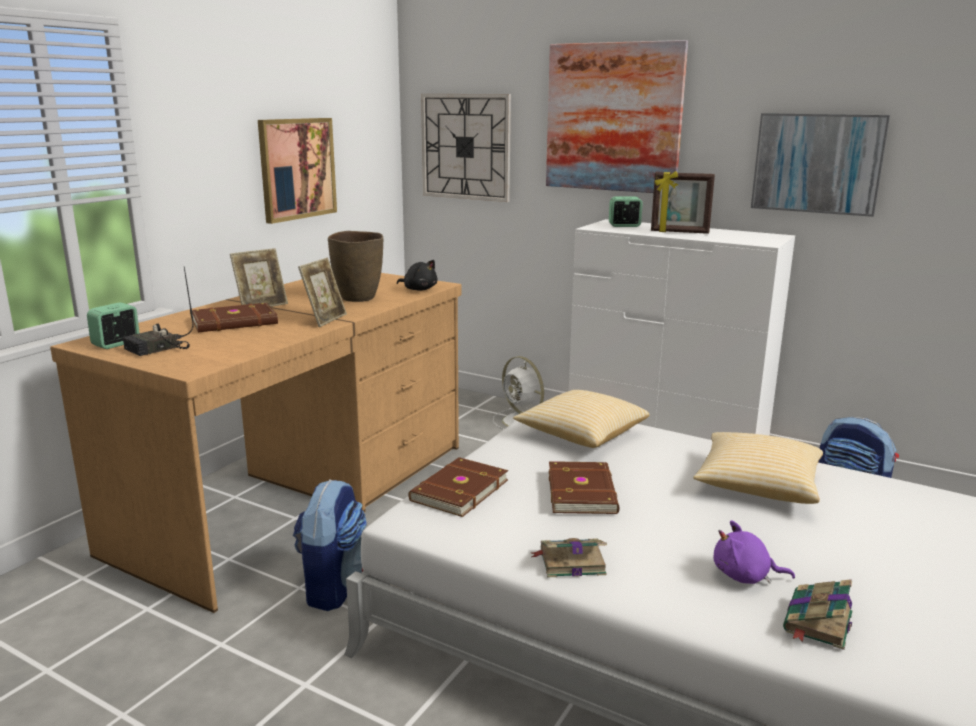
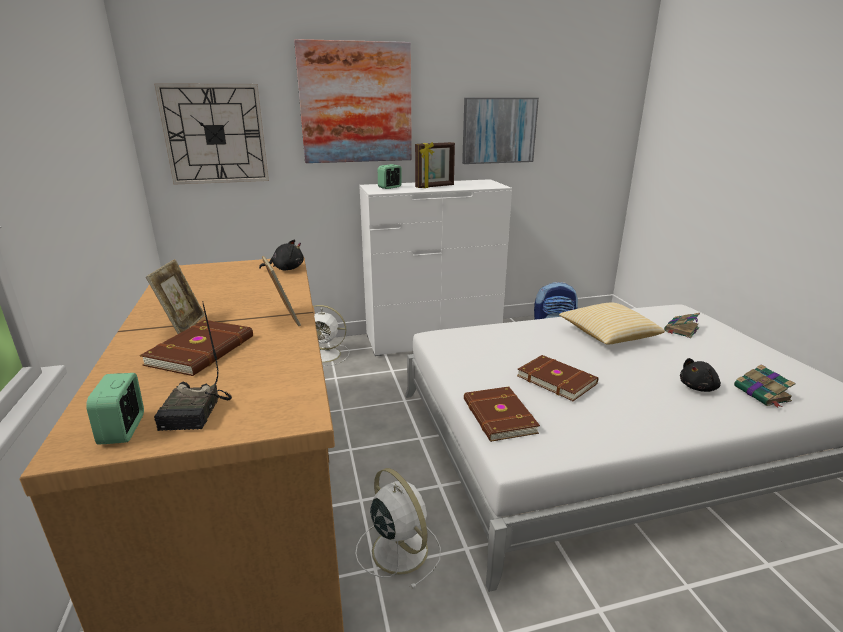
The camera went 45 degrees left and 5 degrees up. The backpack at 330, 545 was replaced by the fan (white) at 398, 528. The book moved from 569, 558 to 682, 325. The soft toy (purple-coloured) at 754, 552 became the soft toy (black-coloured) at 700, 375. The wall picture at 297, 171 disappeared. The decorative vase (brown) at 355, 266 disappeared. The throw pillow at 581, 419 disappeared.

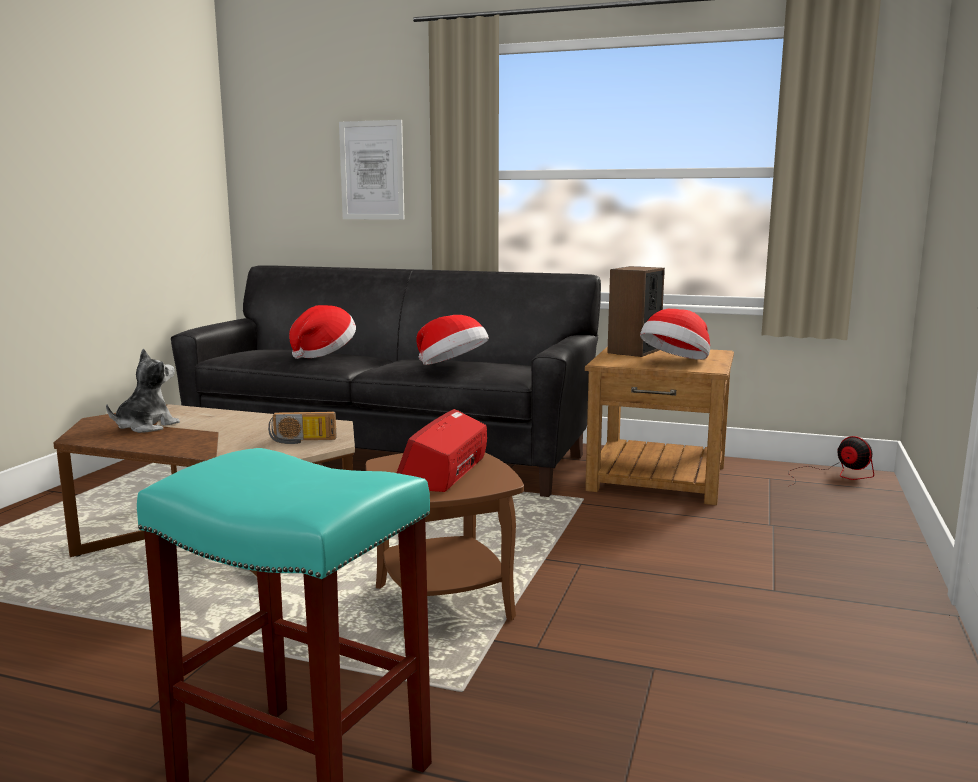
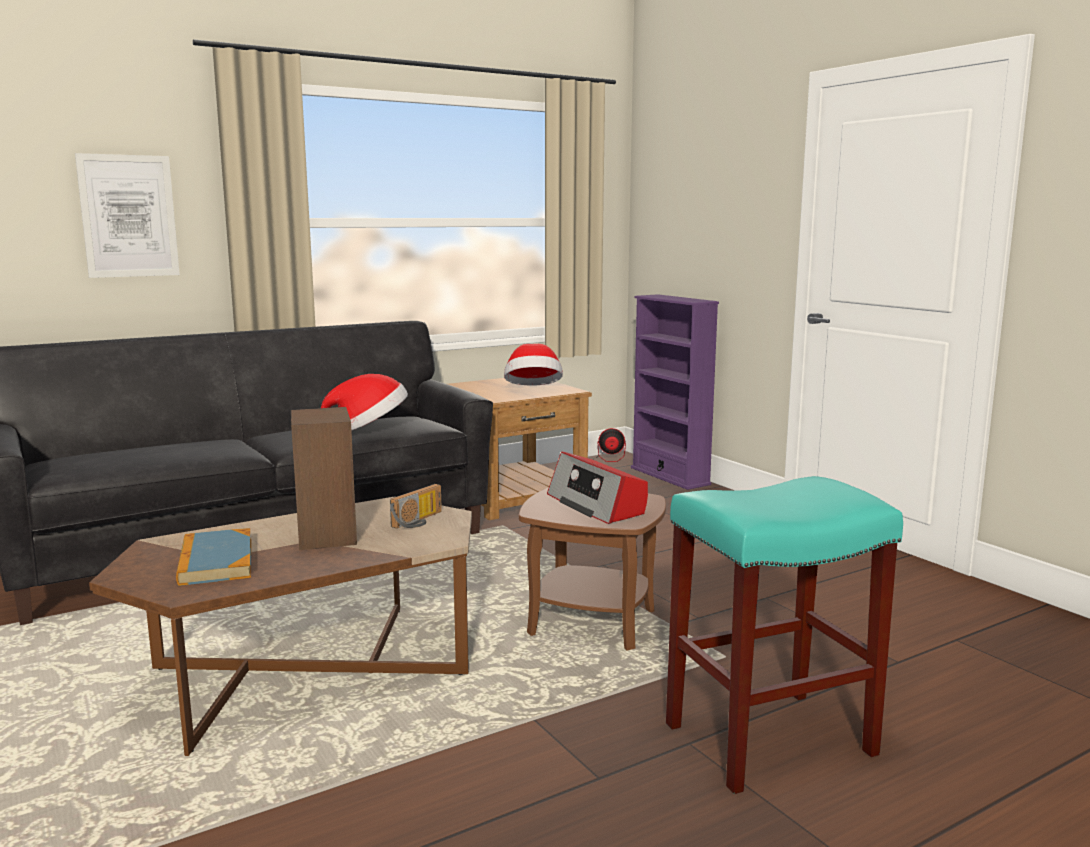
The camera went 50 degrees left and 0 degrees up. The soft toy at 143, 391 was replaced by the book at 213, 557. The speaker moved from 636, 311 to 324, 478. The bookcase (purple-coloured) at 675, 392 appeared. The hat at 322, 332 disappeared.

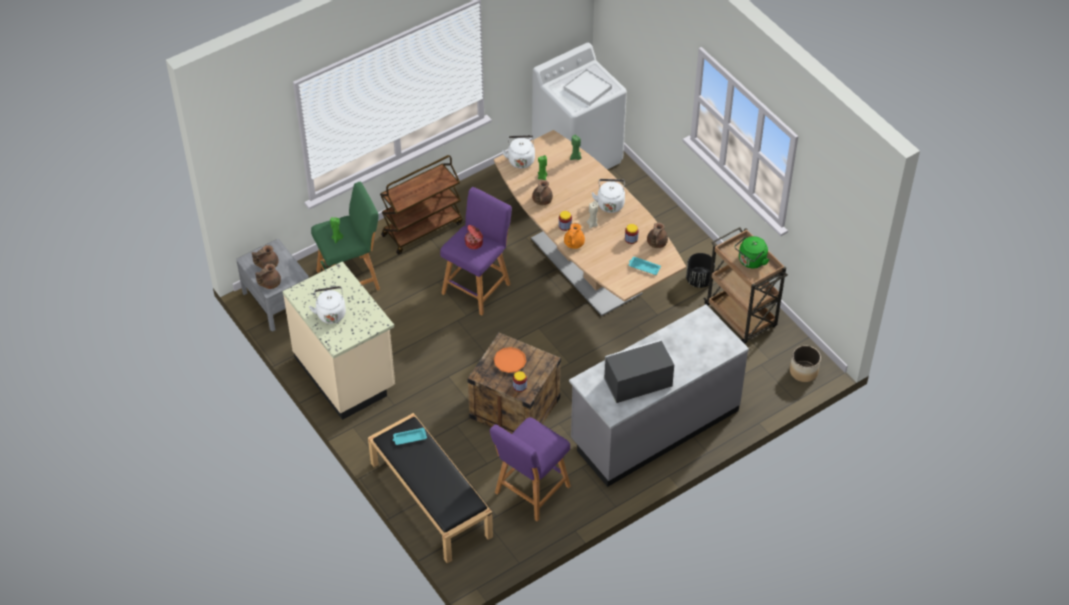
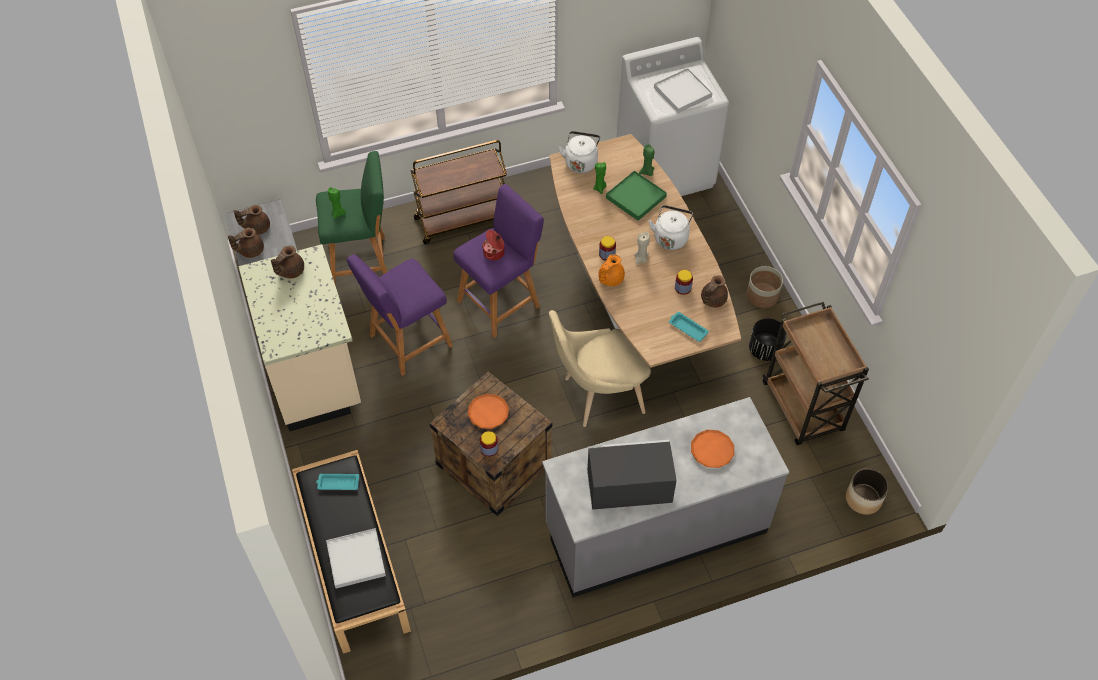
The camera went 15 degrees right and 5 degrees up. The teapot (brown) moved from 542, 192 to 287, 262. The serving tray (white) at 356, 558 appeared. The sitting stool (purple-coloured) moved from 530, 469 to 400, 315. The upright chair (sand-coloured) at 600, 368 appeared. The serving tray (green-coloured) at 636, 196 appeared. The dinner plate (orange-coloured) at 712, 449 appeared. The plant pot at 765, 287 appeared. The tea kettle (white) at 327, 305 disappeared. The tea kettle (green-coloured) at 752, 252 disappeared.

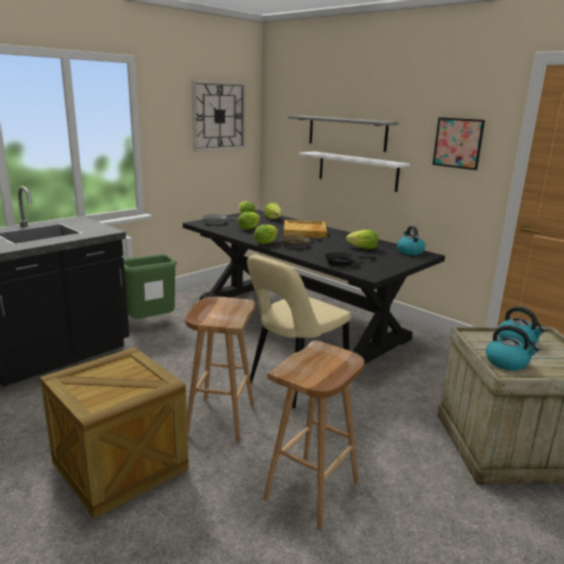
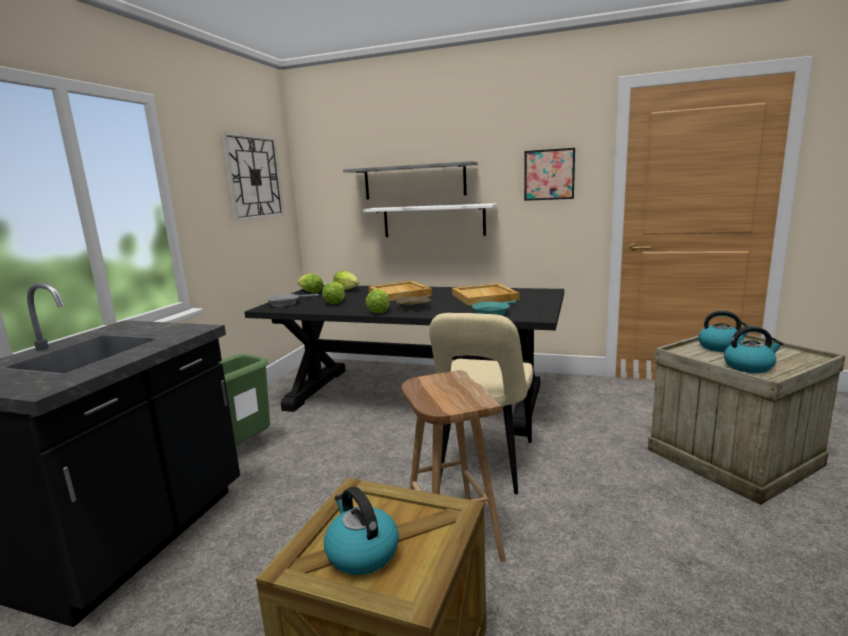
The camera went 25 degrees left and 5 degrees down. The tea kettle moved from 411, 240 to 361, 531. The lettuce at 362, 239 was replaced by the serving tray (sand-coloured) at 485, 294. The frying pan (black-coloured) at 350, 259 became the frying pan (turquoise-coloured) at 494, 308. The sitting stool (brown) at 314, 435 disappeared.

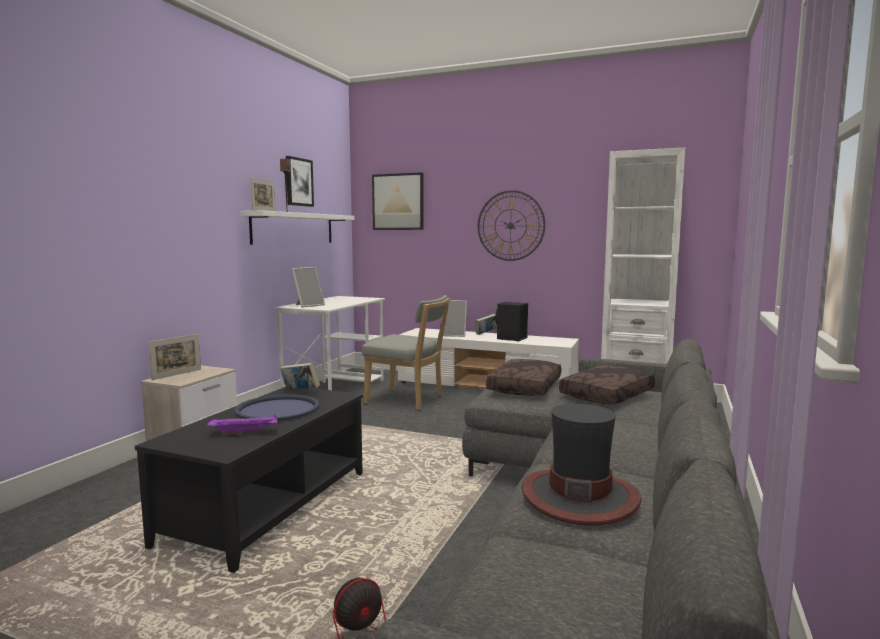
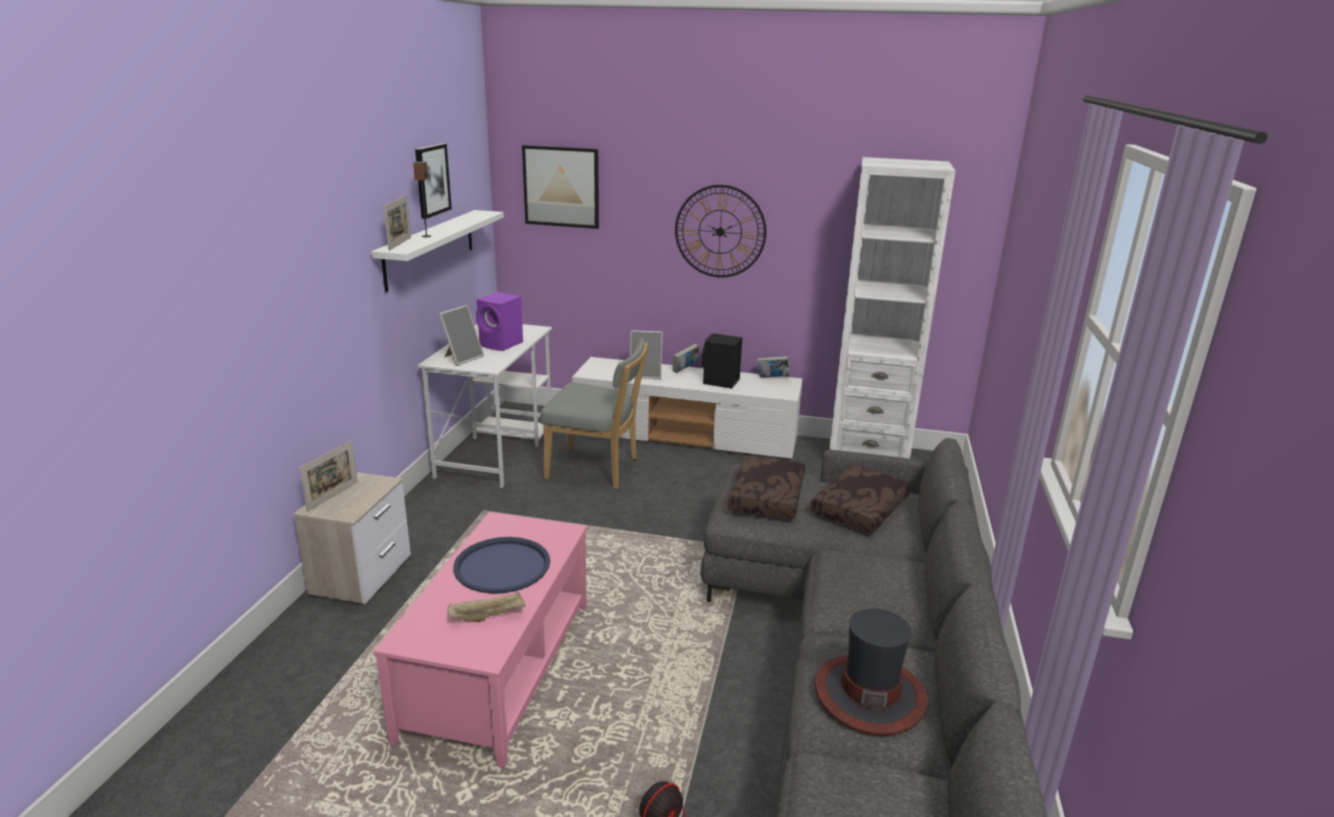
The camera went 10 degrees left and 15 degrees up. The coffee table (black-coloured) at 249, 480 became the coffee table (pinkish) at 480, 640. The serving tray (purple-coloured) at 242, 424 became the serving tray (sand-coloured) at 487, 606. The speaker (purple-coloured) at 499, 321 appeared. The book moved from 300, 376 to 774, 366.

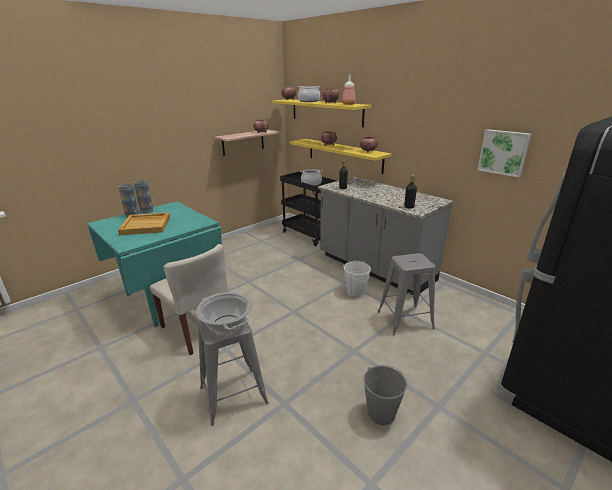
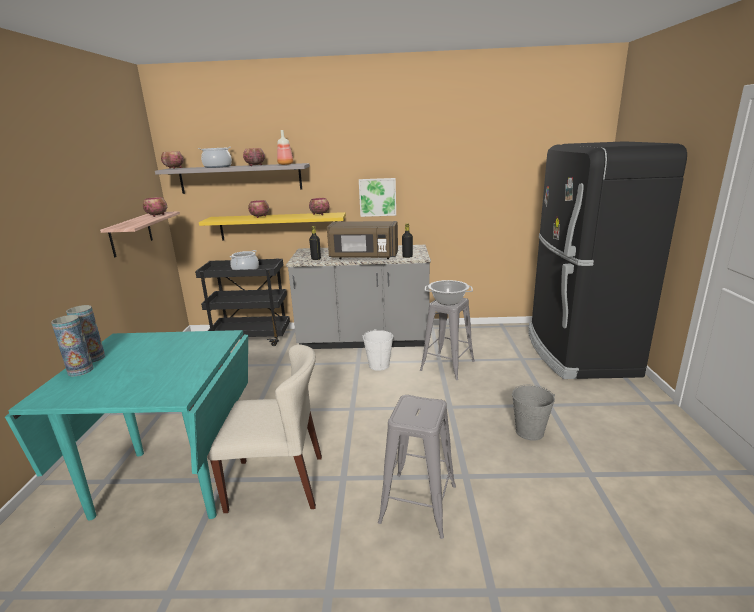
The camera went 45 degrees left and 5 degrees down. The shelf (yellow) at 321, 113 became the shelf (gray) at 232, 178. The microwave oven (brown) at 362, 240 appeared. The wall picture moved from 504, 153 to 377, 197. The stockpot moved from 224, 313 to 449, 292. The serving tray (sand-coloured) at 144, 223 disappeared.

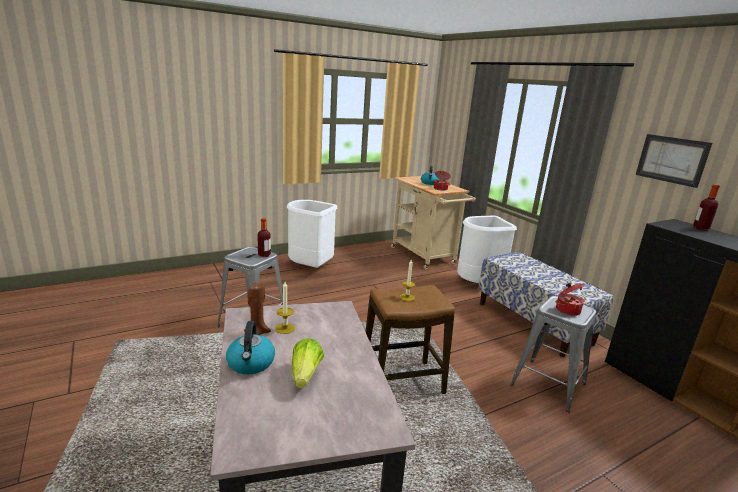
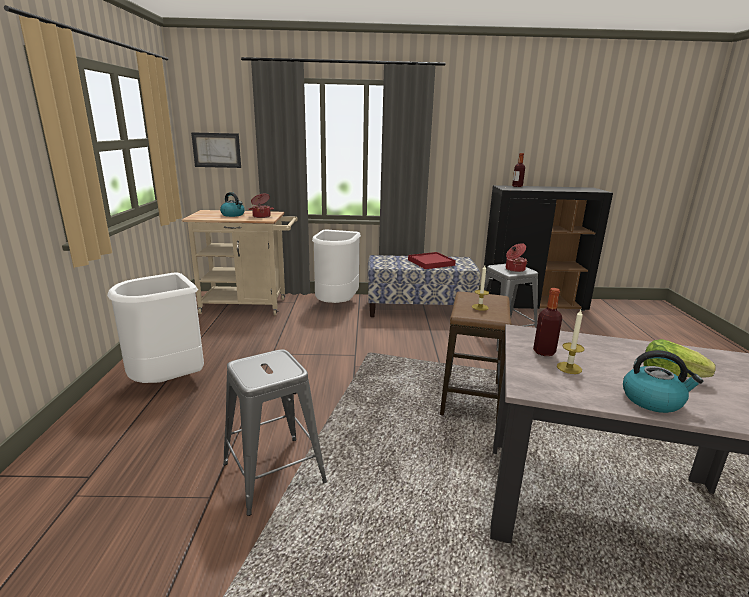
The camera went 60 degrees left and 0 degrees up. The wall picture moved from 674, 161 to 216, 150. The serving tray (red-coloured) at 432, 260 appeared. The beverage bottle moved from 264, 237 to 547, 322. The wax candle (brown) at 257, 308 disappeared.

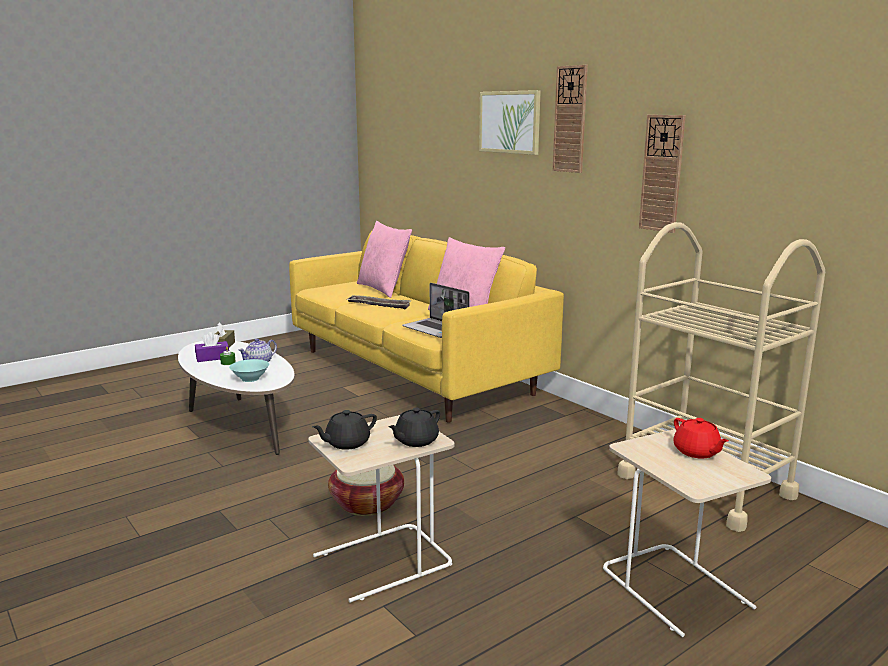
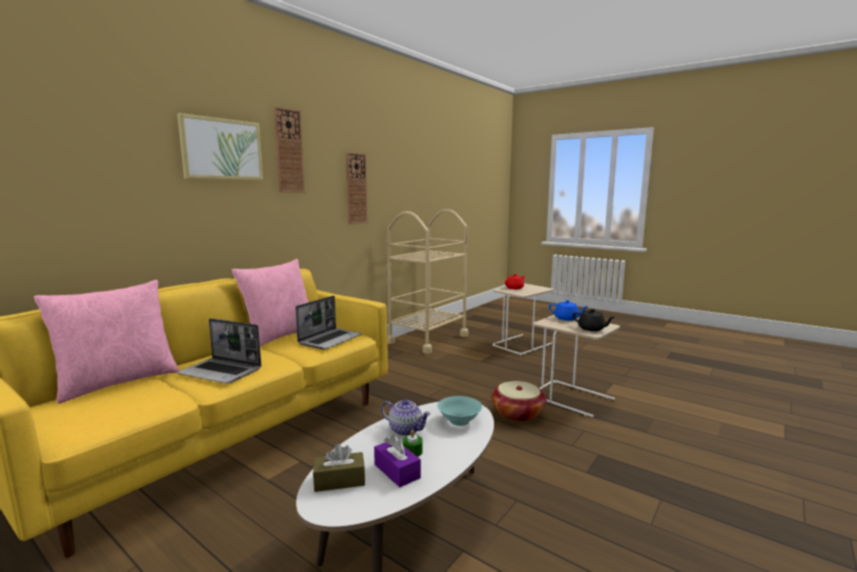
The camera went 105 degrees left and 5 degrees down. The serving tray at 379, 302 was replaced by the laptop at 219, 351. The teapot (black-coloured) at 414, 427 became the teapot (bluish) at 569, 310.

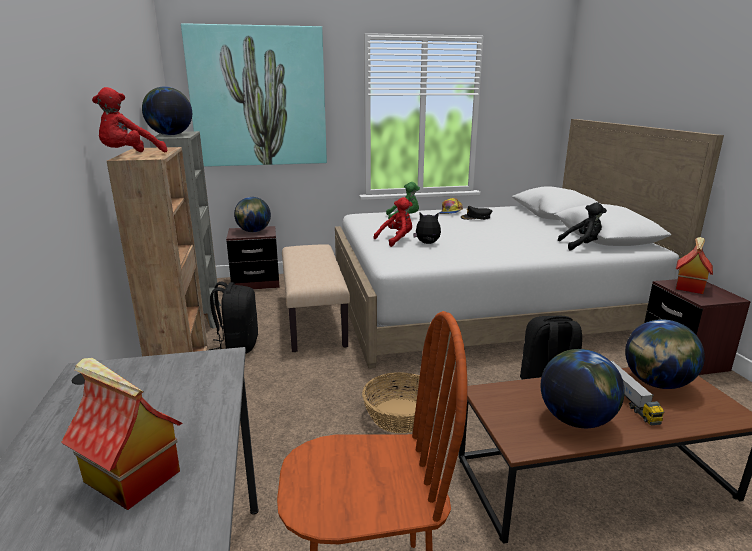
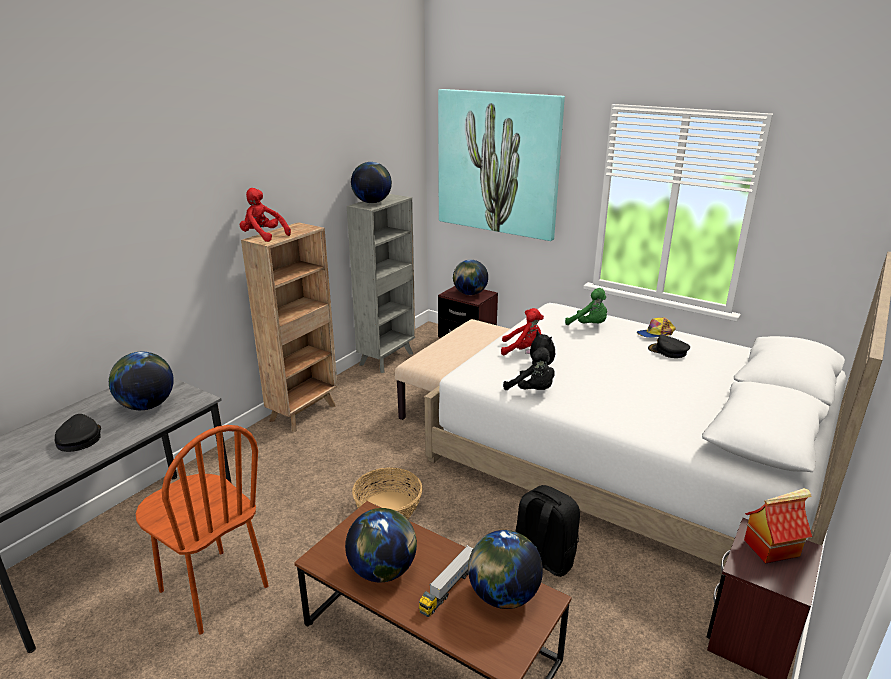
The camera went 45 degrees right and 5 degrees up. The toy house at 122, 434 was replaced by the baseball cap (black-coloured) at 78, 433. The globe at 141, 381 appeared. The soft toy (red-coloured) at 129, 119 turned 45 degrees clockwise. The soft toy (black-coloured) moved from 582, 226 to 529, 368. The backpack (black-coloured) at 233, 317 disappeared.

